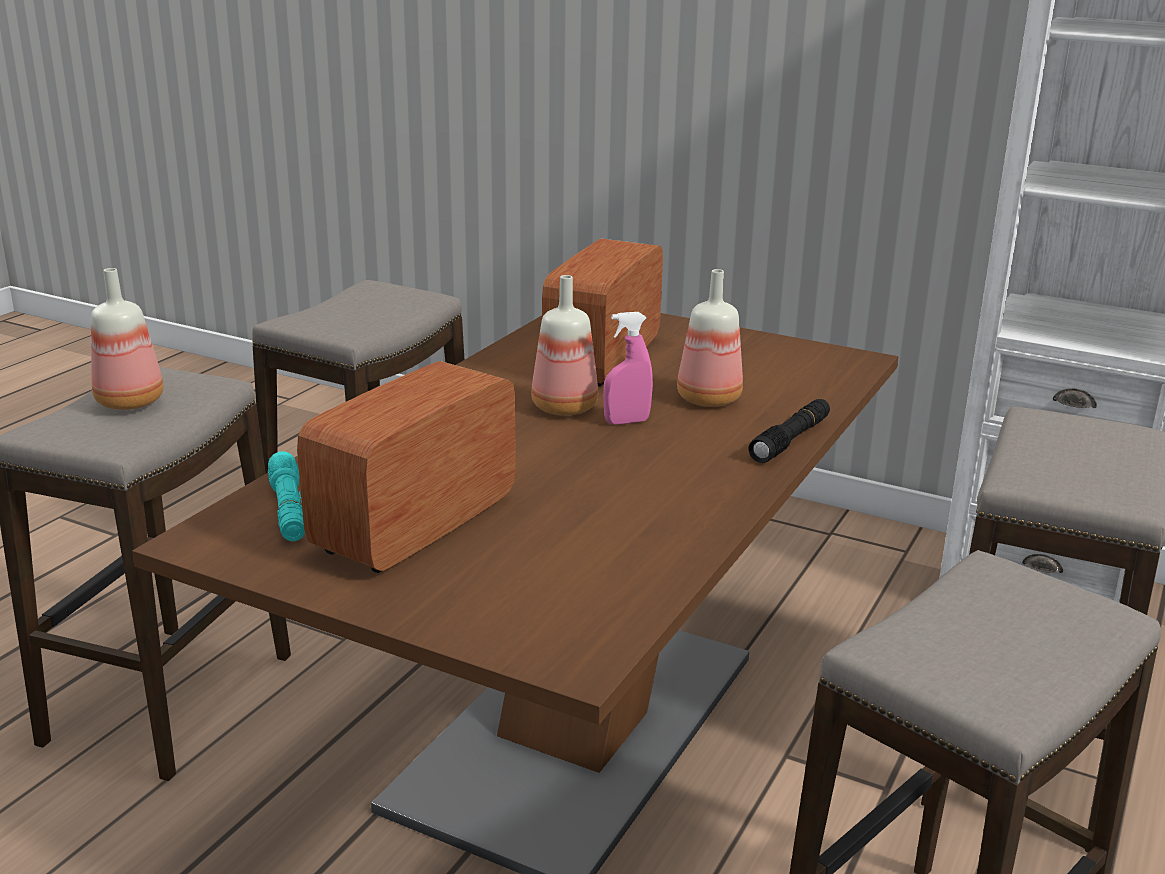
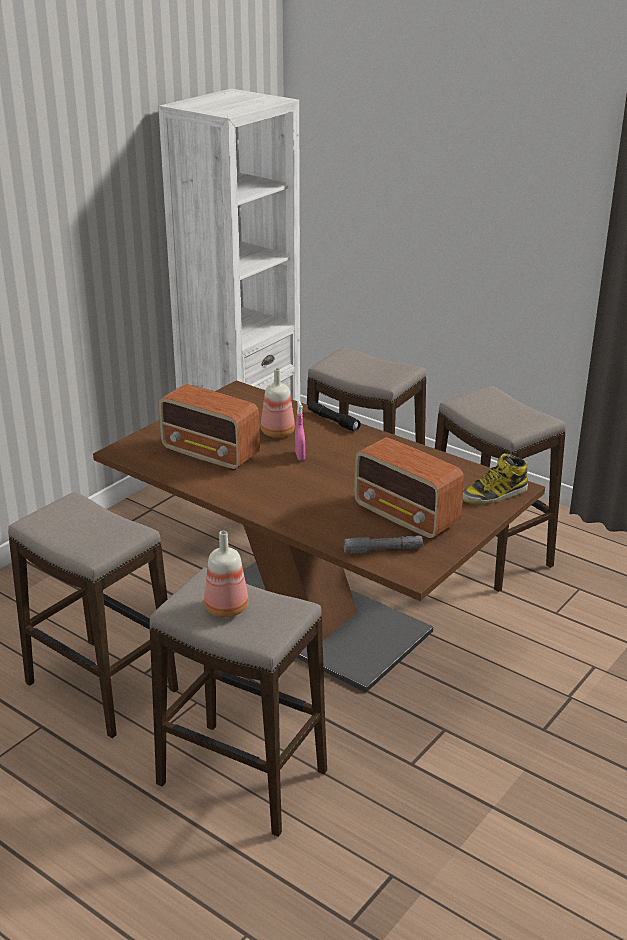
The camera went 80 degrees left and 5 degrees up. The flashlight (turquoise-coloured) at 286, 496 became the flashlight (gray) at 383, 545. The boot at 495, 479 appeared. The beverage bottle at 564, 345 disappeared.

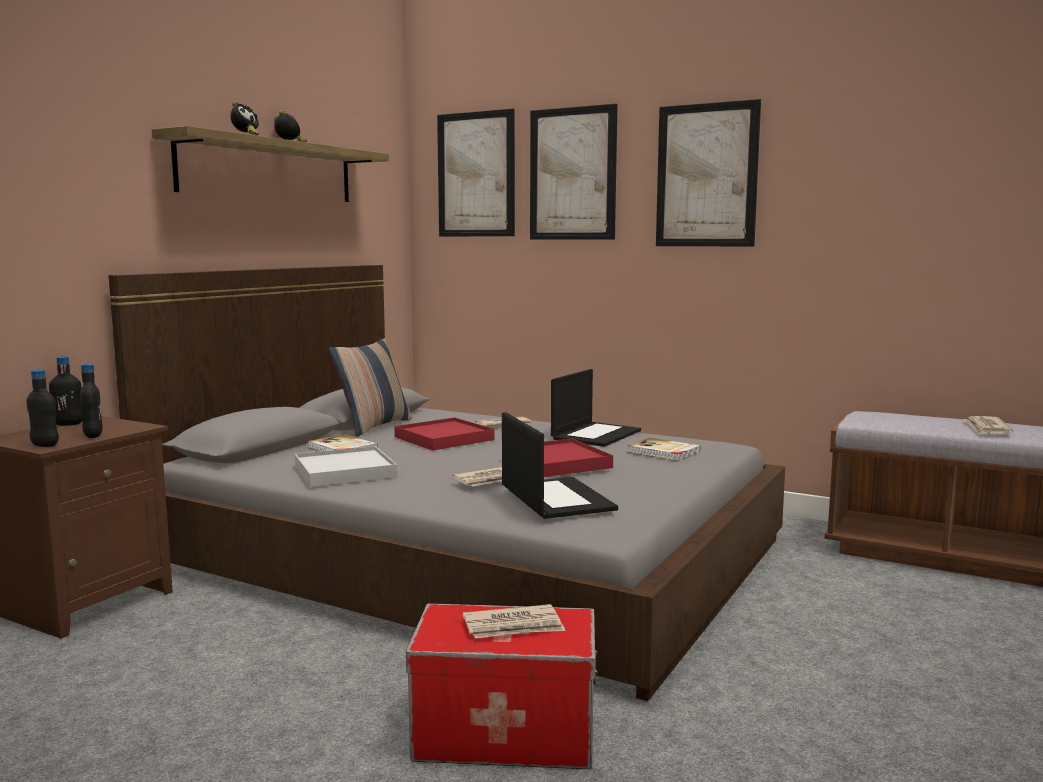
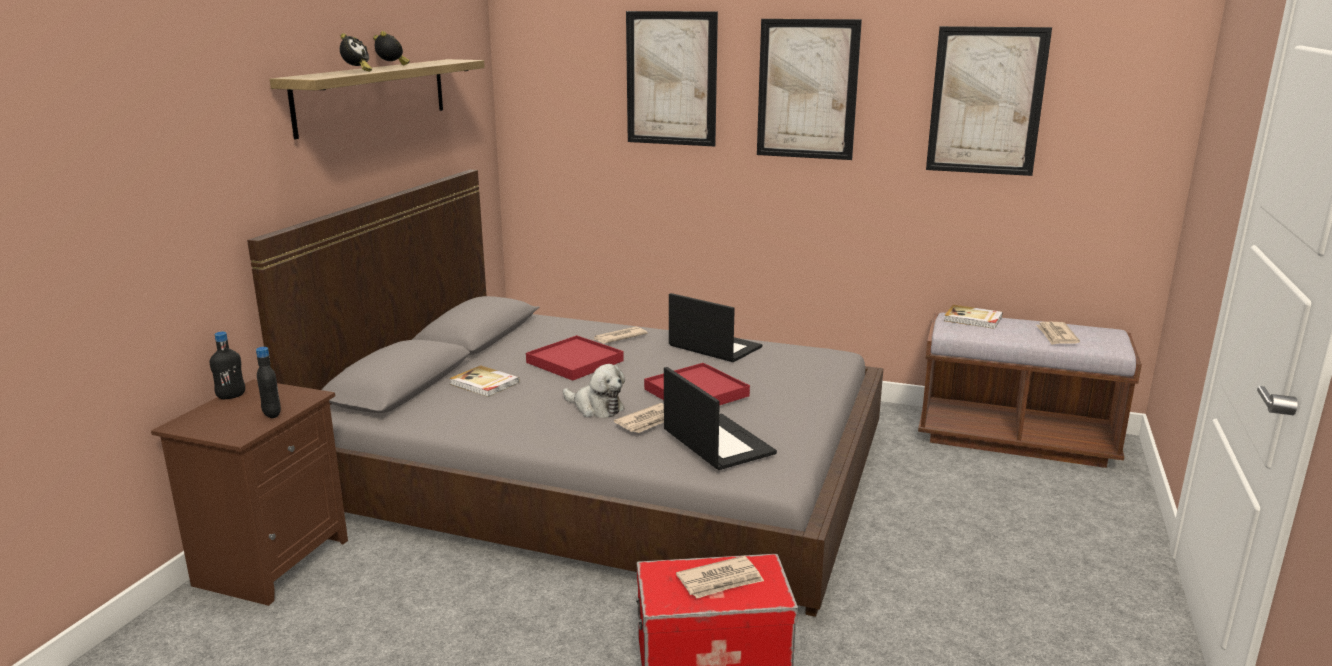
The camera went 10 degrees left and 10 degrees up. The soft toy at 594, 391 appeared. The laptop at 596, 408 turned 75 degrees counterclockwise. The wall picture moved from 476, 172 to 989, 101. The book moved from 664, 449 to 973, 317. The beverage bottle (black-coloured) at 42, 408 disappeared. The serving tray (white) at 346, 466 disappeared. The throw pillow at 370, 387 disappeared.

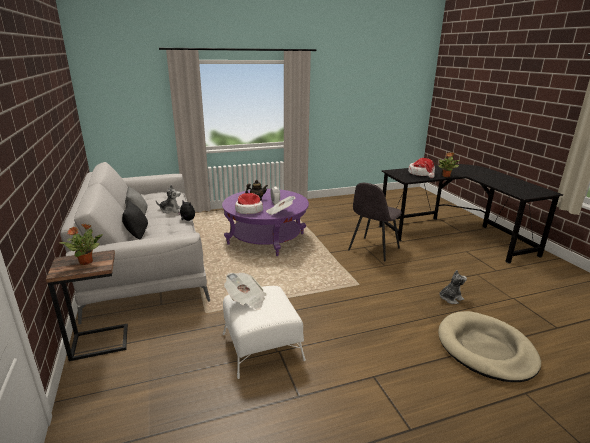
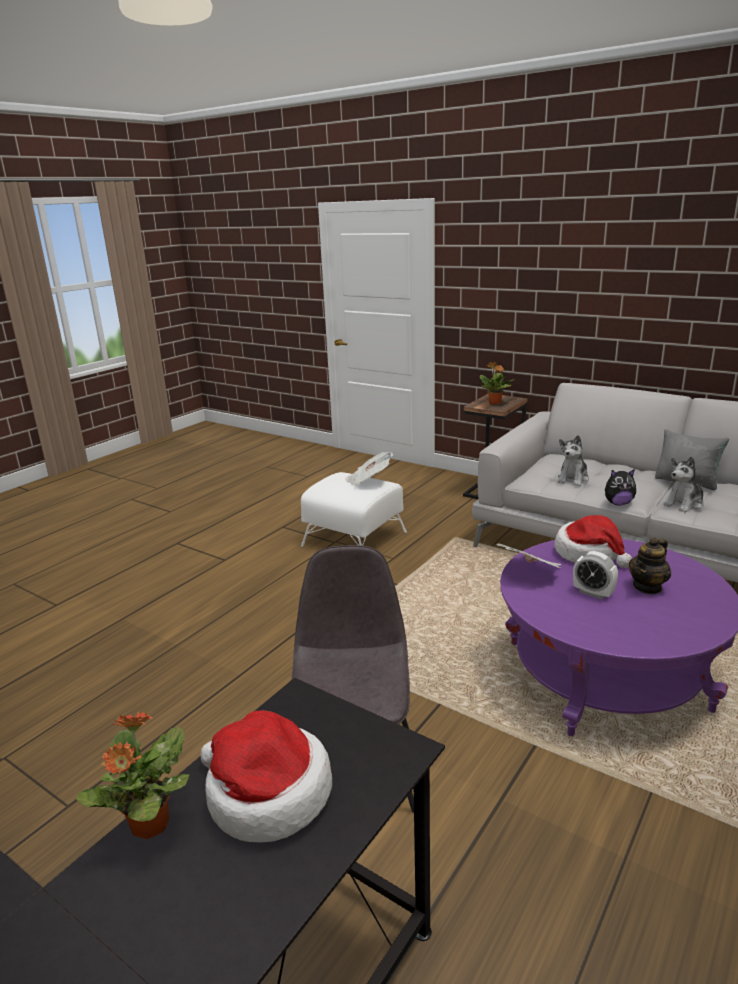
The camera went 145 degrees right and 0 degrees up. The soft toy moved from 453, 287 to 573, 460. The throw pillow (black-coloured) at 135, 219 disappeared. The pet bed (sand-coloured) at 489, 346 disappeared.

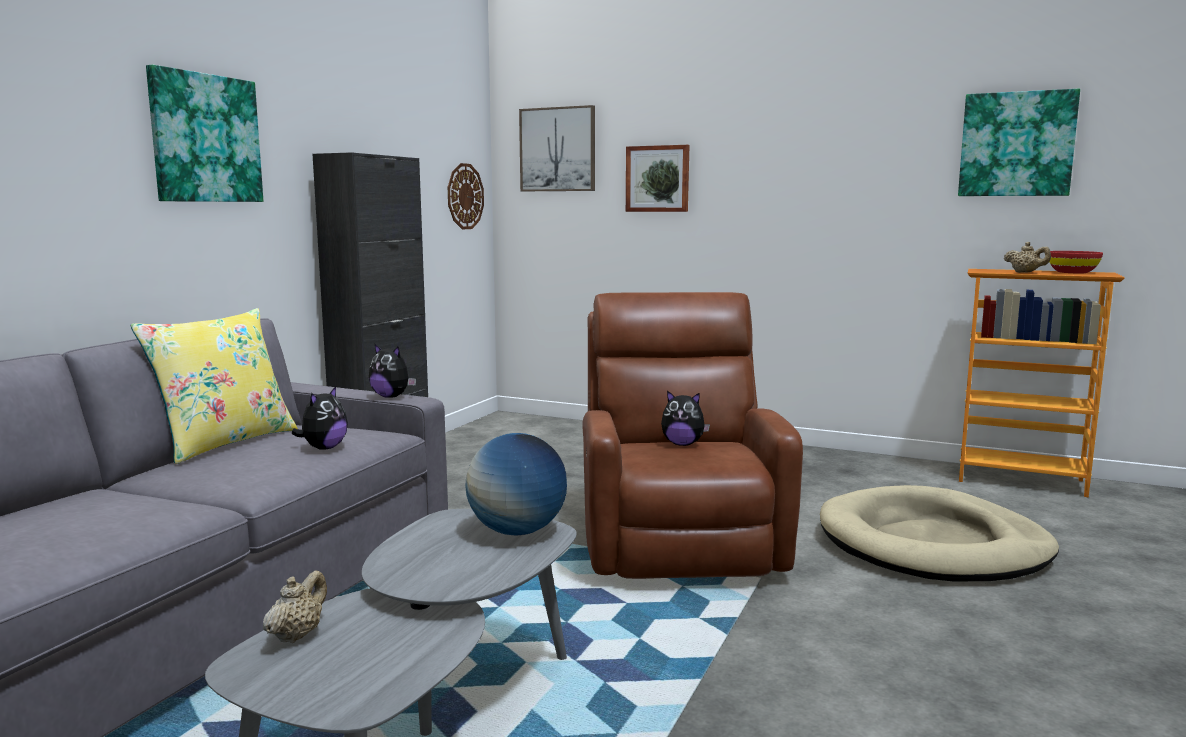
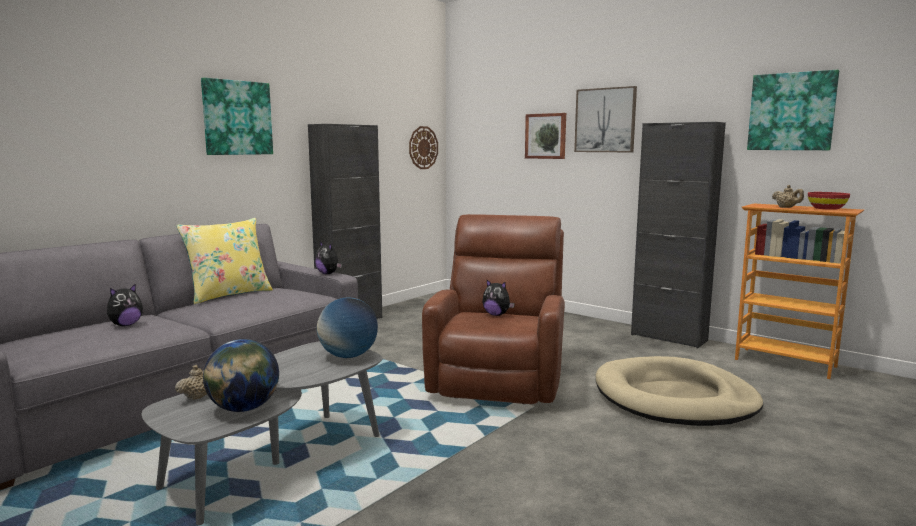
The camera went 15 degrees right and 0 degrees up. The soft toy moved from 319, 418 to 125, 305. The globe at 241, 375 appeared. The wall picture moved from 557, 148 to 605, 119. The cabinet (black-coloured) at 678, 235 appeared.

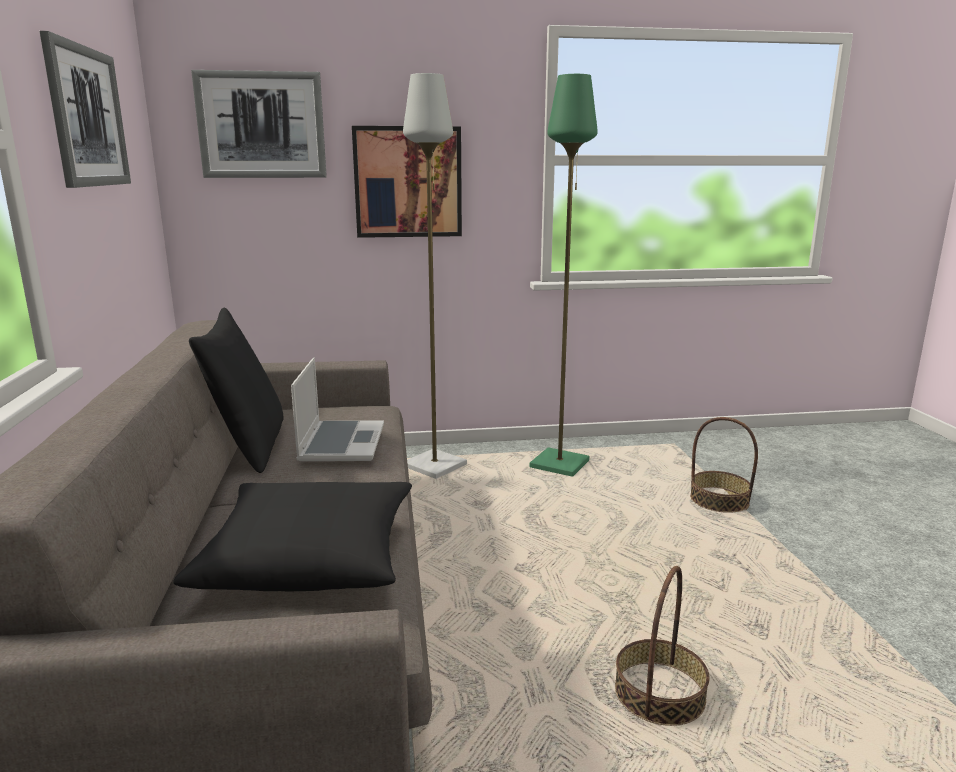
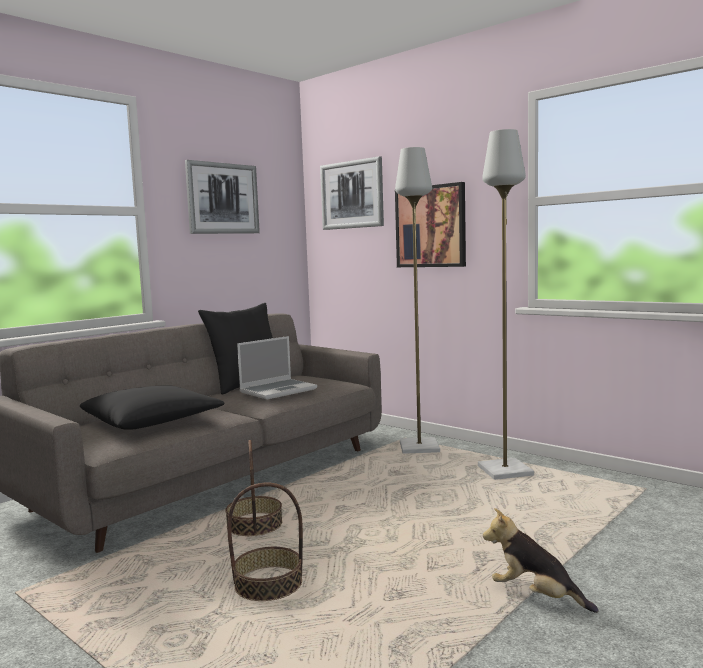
The camera went 50 degrees right and 10 degrees down. The storage basket moved from 724, 465 to 253, 488. The standing lamp (green-coloured) at 564, 275 became the standing lamp (gray) at 506, 304. The soft toy at 540, 560 appeared.

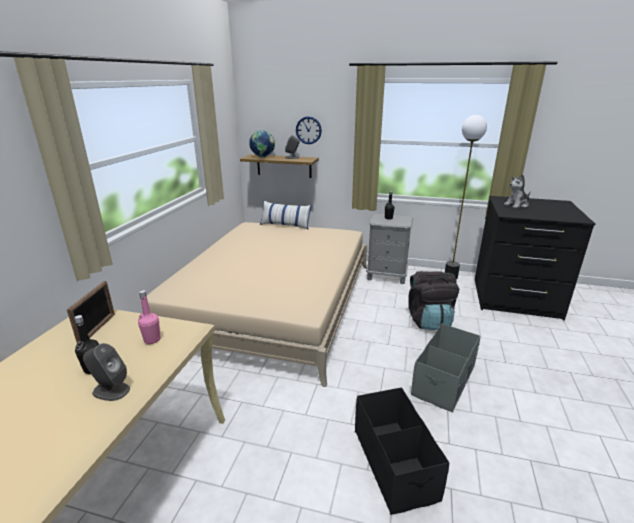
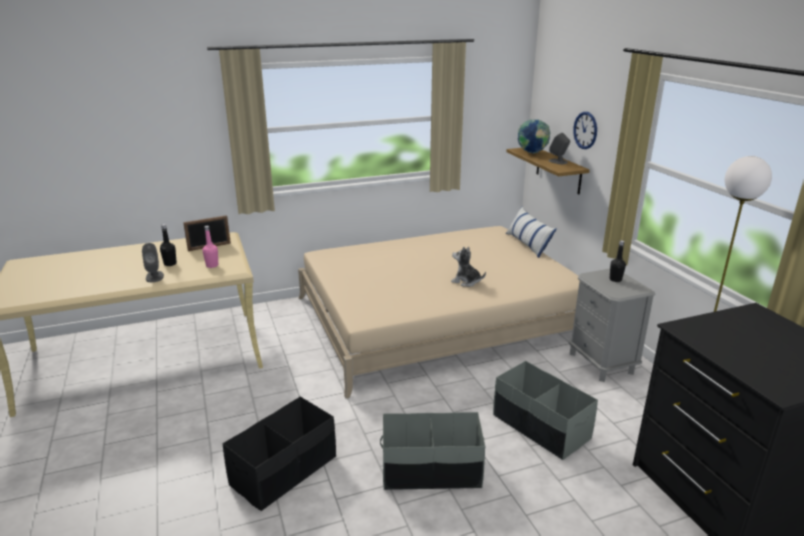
The camera went 55 degrees right and 0 degrees up. The soft toy moved from 517, 191 to 468, 267. The backpack (black-coloured) at 434, 300 was replaced by the storage bin (gray) at 545, 410.

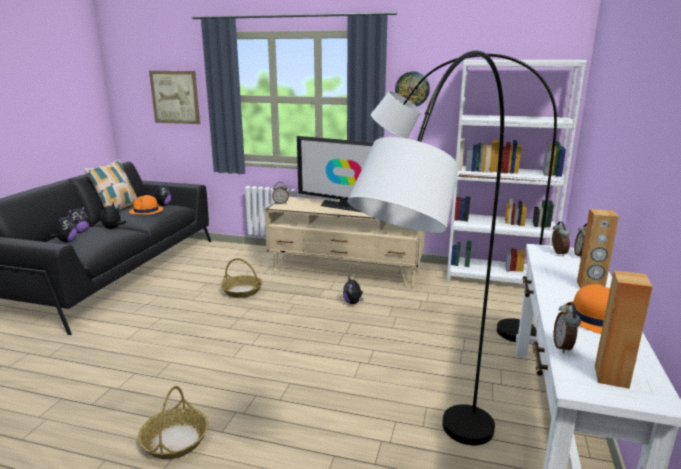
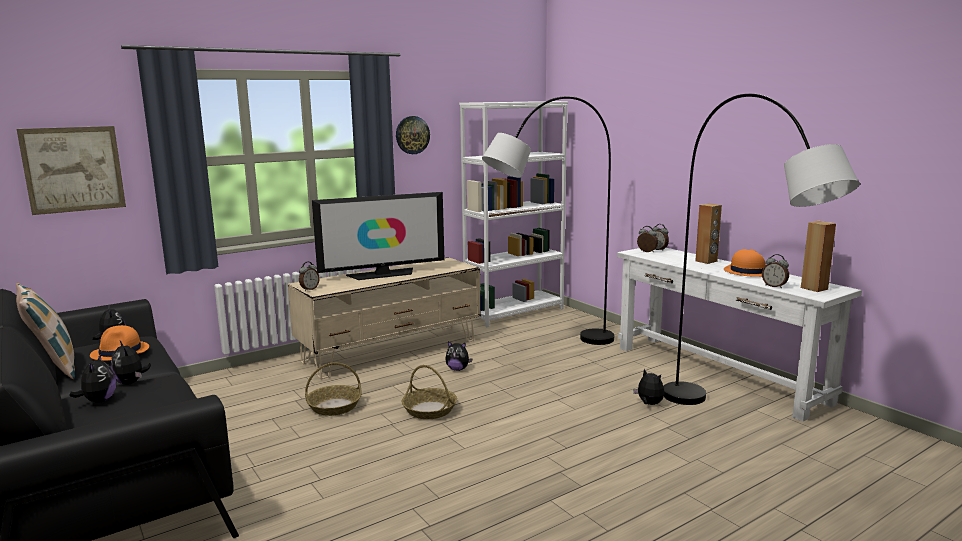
The camera went 50 degrees left and 5 degrees down. The storage basket moved from 173, 422 to 429, 392. The soft toy moved from 64, 227 to 648, 387.

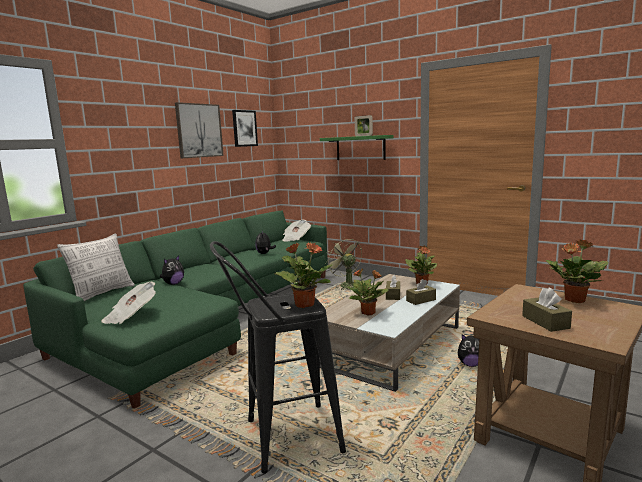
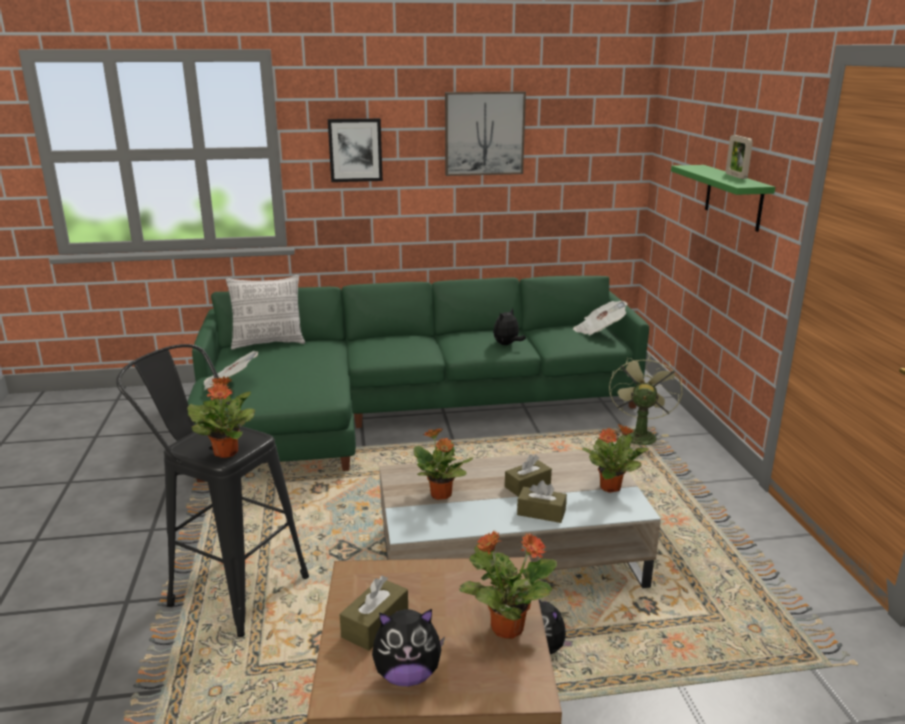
The camera went 45 degrees right and 10 degrees up. The wall picture moved from 245, 128 to 355, 150. The soft toy moved from 172, 270 to 408, 647.

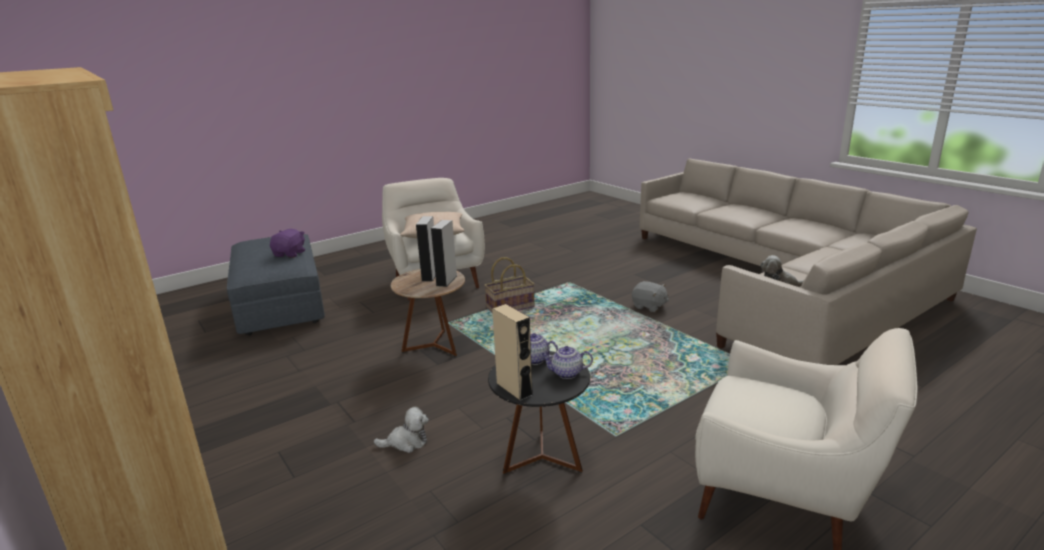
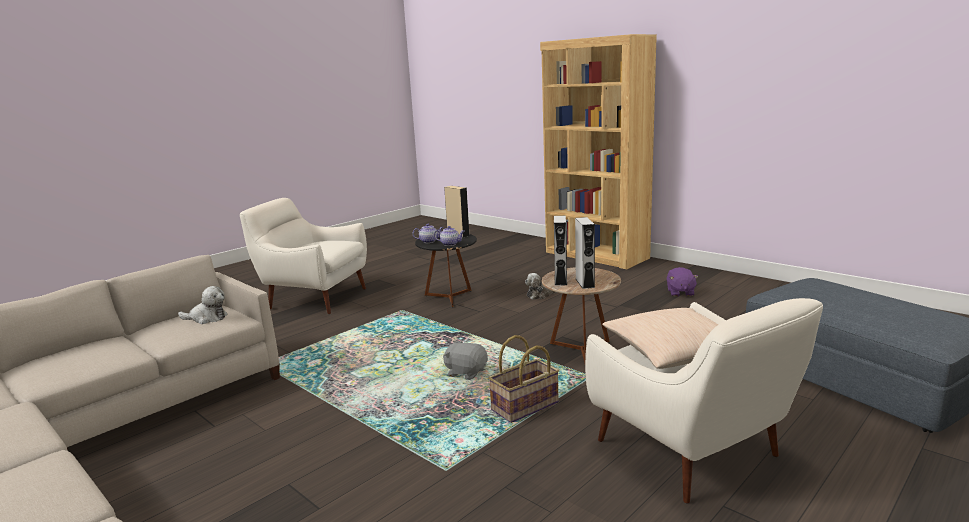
The camera went 170 degrees right and 5 degrees down. The soft toy (gray) moved from 650, 296 to 465, 360. The soft toy (purple-coloured) moved from 287, 243 to 682, 282.

